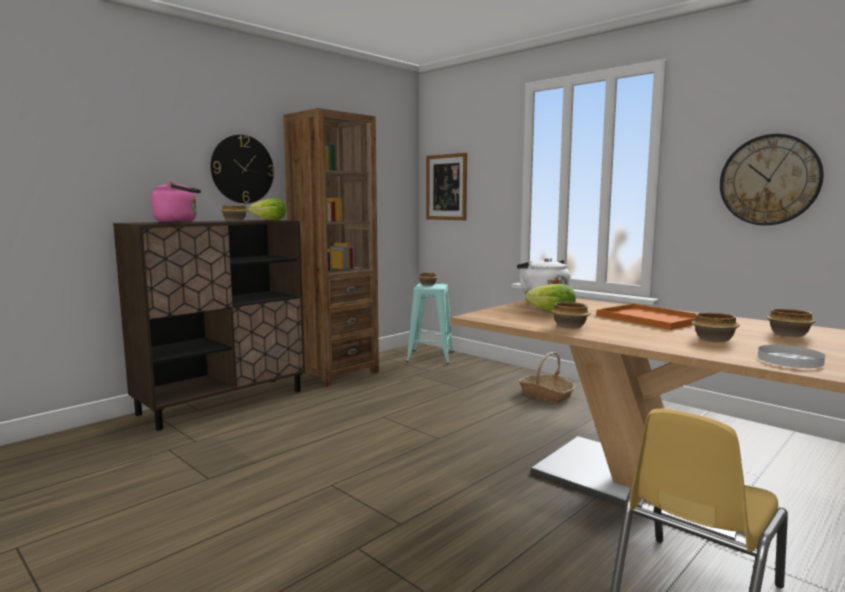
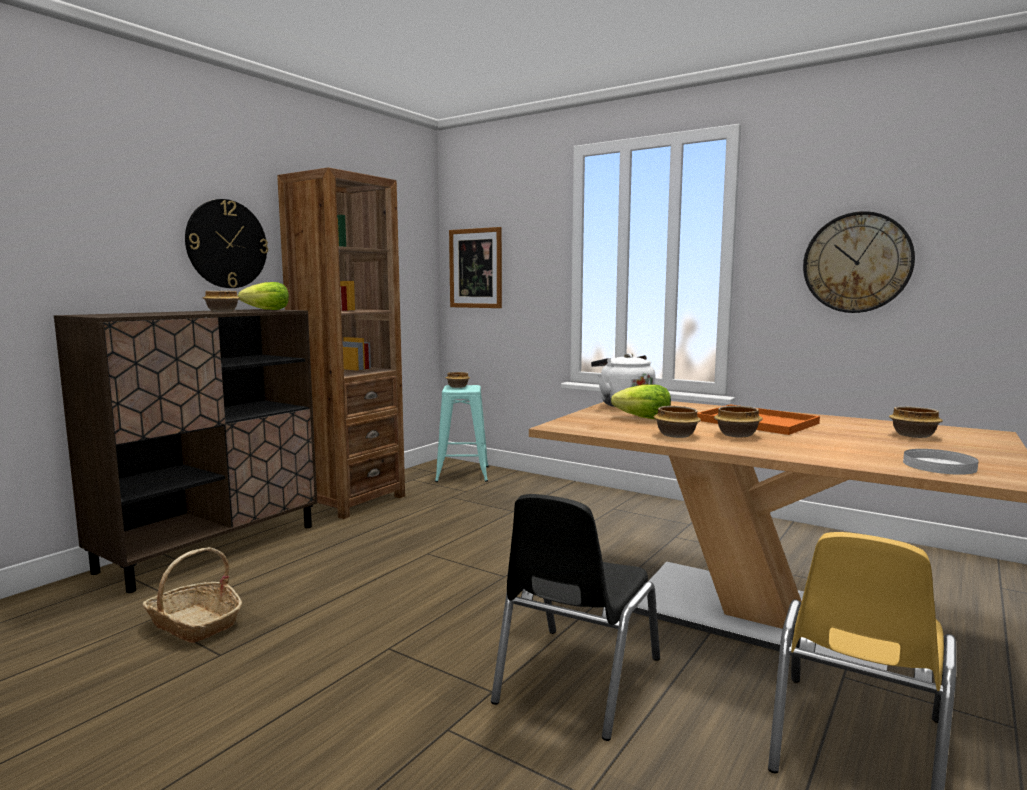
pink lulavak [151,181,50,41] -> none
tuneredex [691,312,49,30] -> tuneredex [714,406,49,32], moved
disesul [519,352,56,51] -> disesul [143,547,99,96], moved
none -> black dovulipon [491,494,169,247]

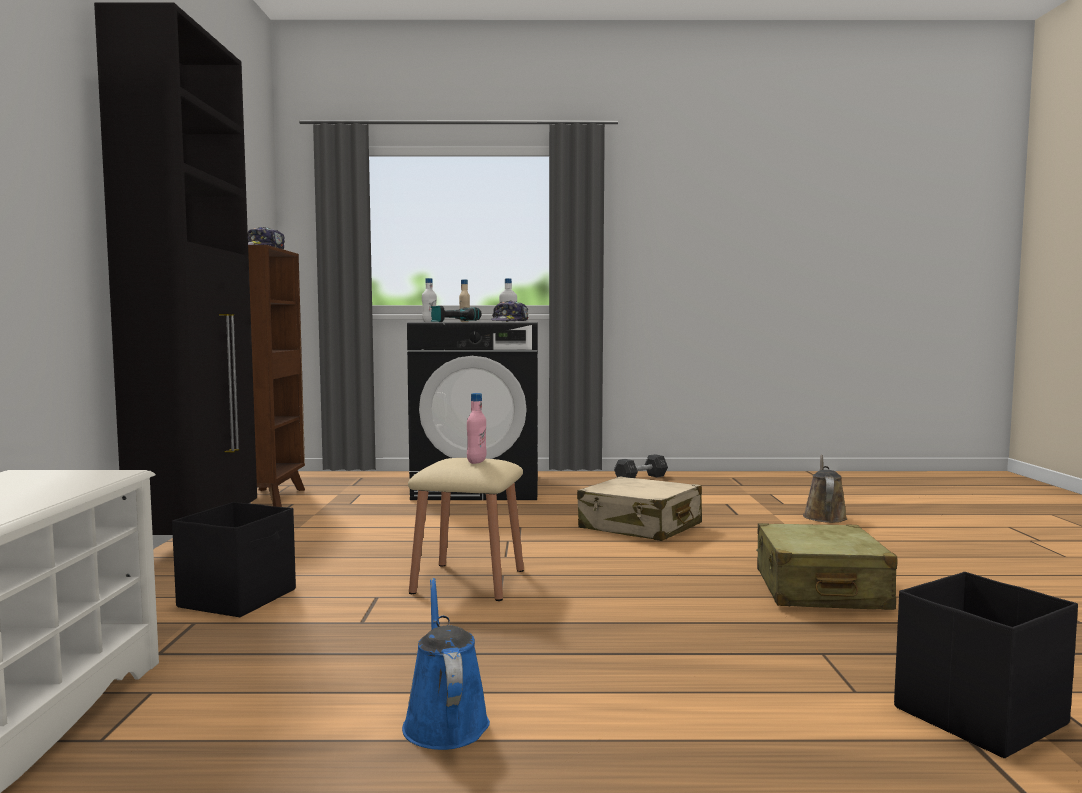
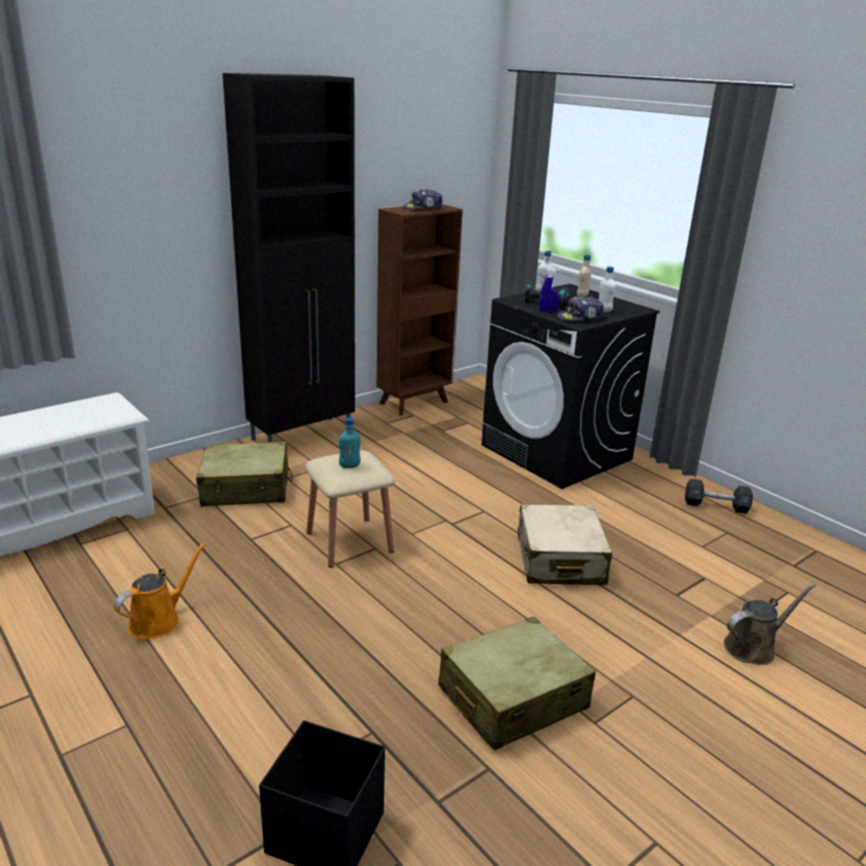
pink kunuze [467,393,20,71] -> turquoise kunuze [339,417,22,51]
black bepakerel [172,502,124,115] -> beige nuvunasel [196,441,97,65]
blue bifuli [402,578,88,172] -> orange bifuli [114,542,92,97]
none -> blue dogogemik [539,268,21,45]

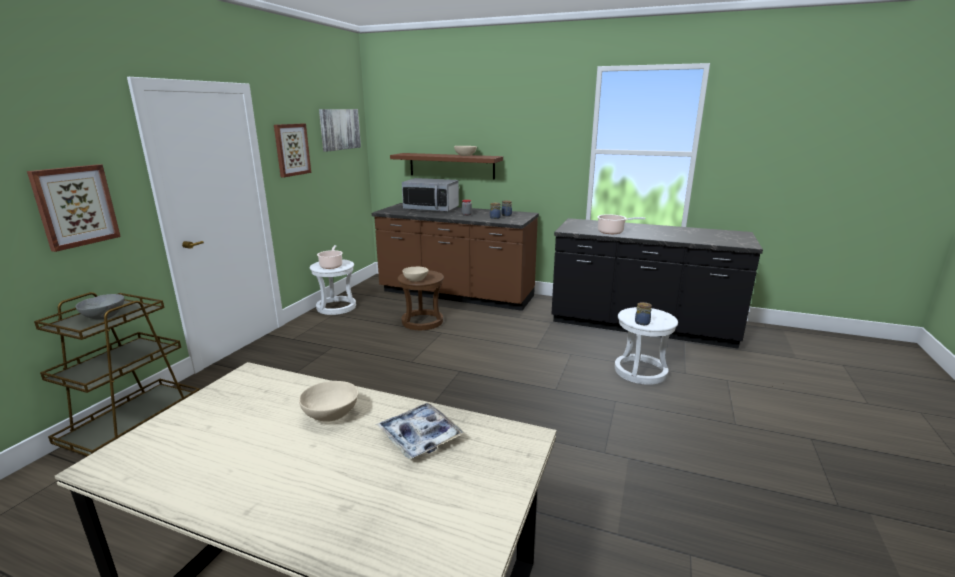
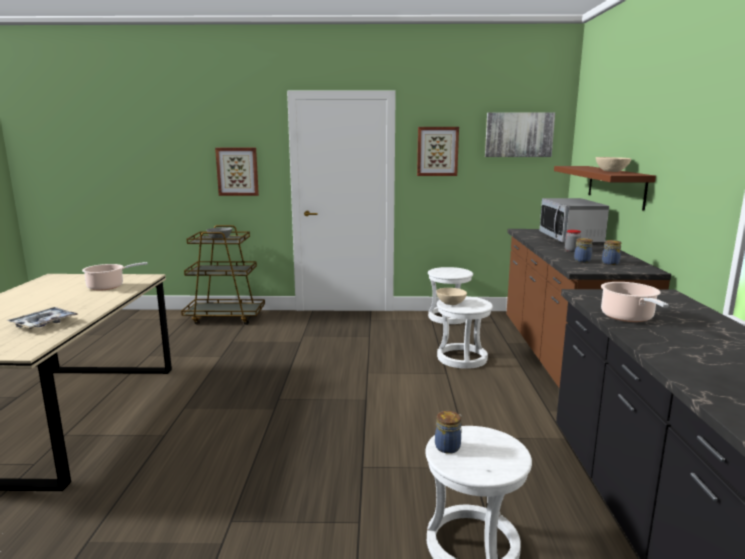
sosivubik [317,245,26,24] -> sosivubik [82,262,66,29], moved
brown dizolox [397,270,47,60] -> white dizolox [437,296,56,73]
beige tuneredex [299,381,60,41] -> none

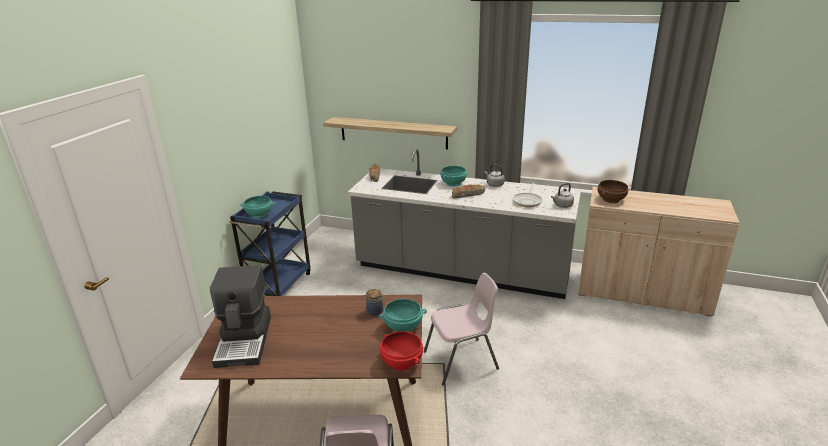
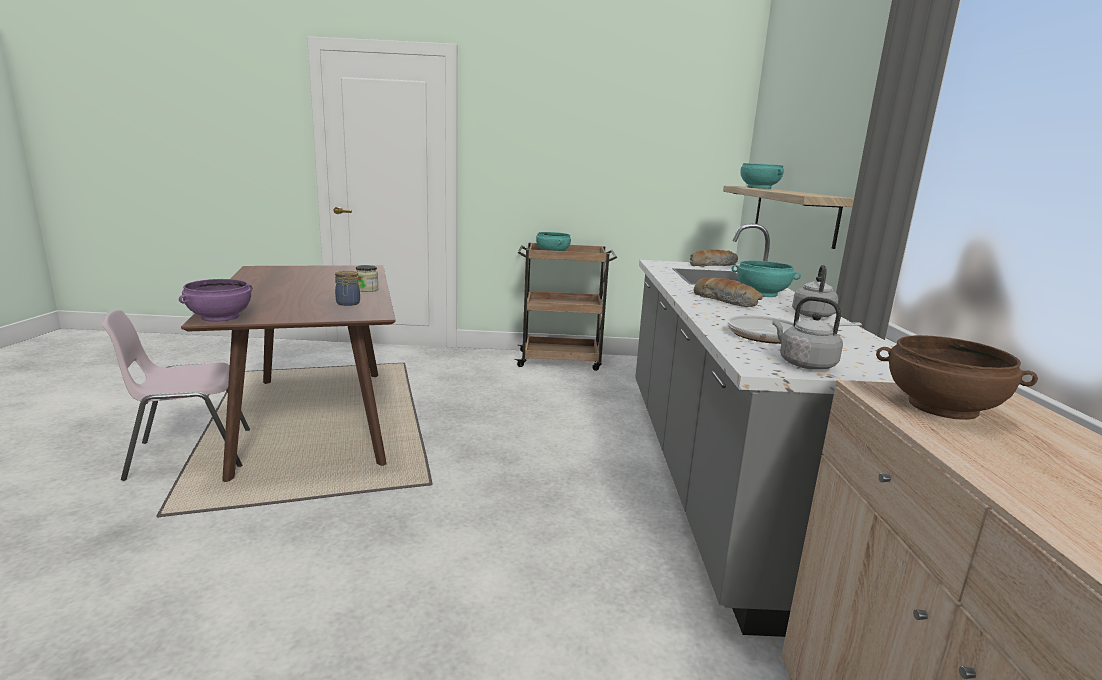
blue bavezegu [229,191,82,105] -> brown bavezegu [514,243,103,128]
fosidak [210,265,61,103] -> none
pink dovulipon [424,273,75,112] -> none
turquoise tuneredex [379,299,48,33] -> turquoise tuneredex [740,163,44,26], moved
red tuneredex [380,331,43,40] -> purple tuneredex [179,279,74,43]
none -> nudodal [356,265,23,27]

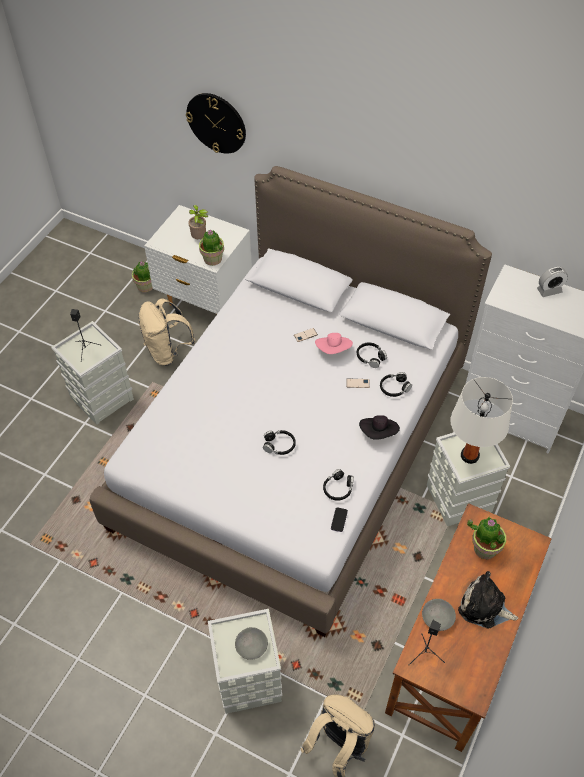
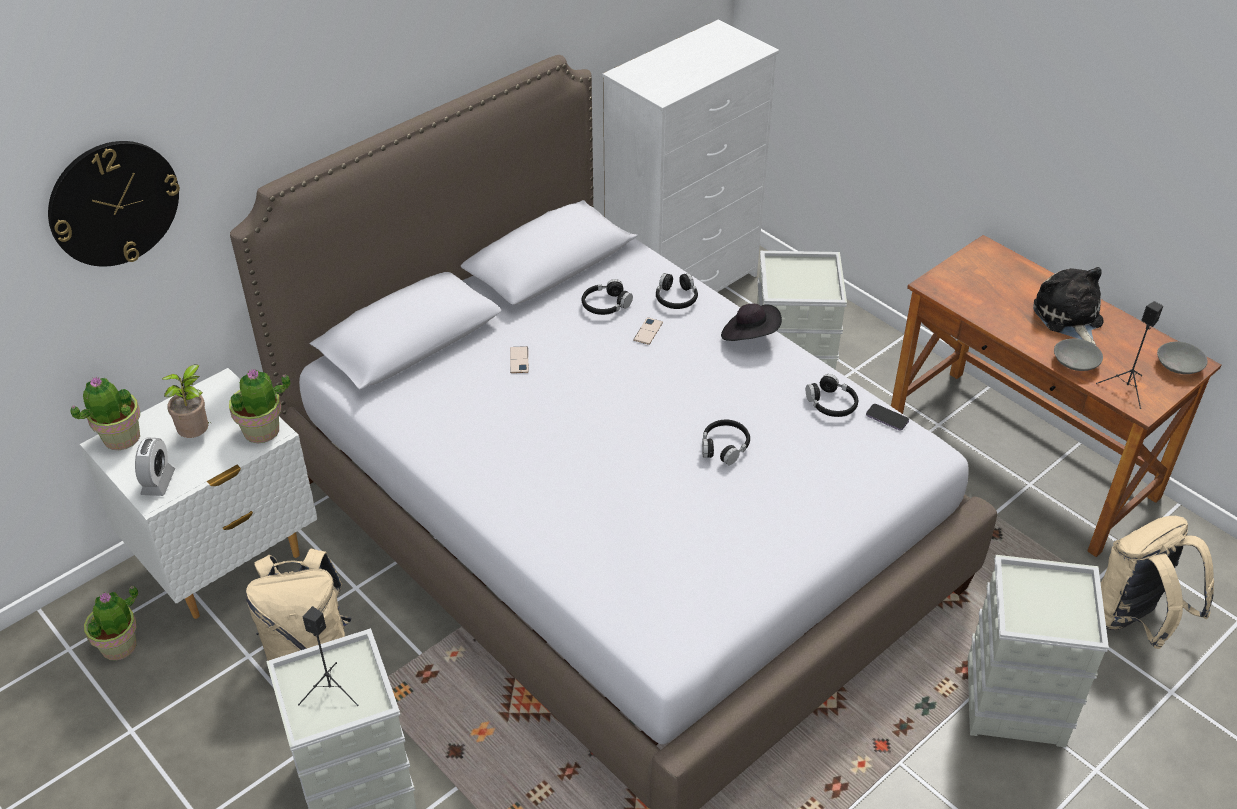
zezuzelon [537,267,31,30] -> zezuzelon [135,437,40,59], moved
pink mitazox [315,333,38,21] -> none
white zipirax [450,377,63,87] -> none
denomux [467,517,39,42] -> denomux [70,377,70,73], moved
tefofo [458,571,60,57] -> tefofo [1033,267,71,78], 120 degrees clockwise
grey tuneredex [235,627,33,33] -> grey tuneredex [1157,342,50,32], moved

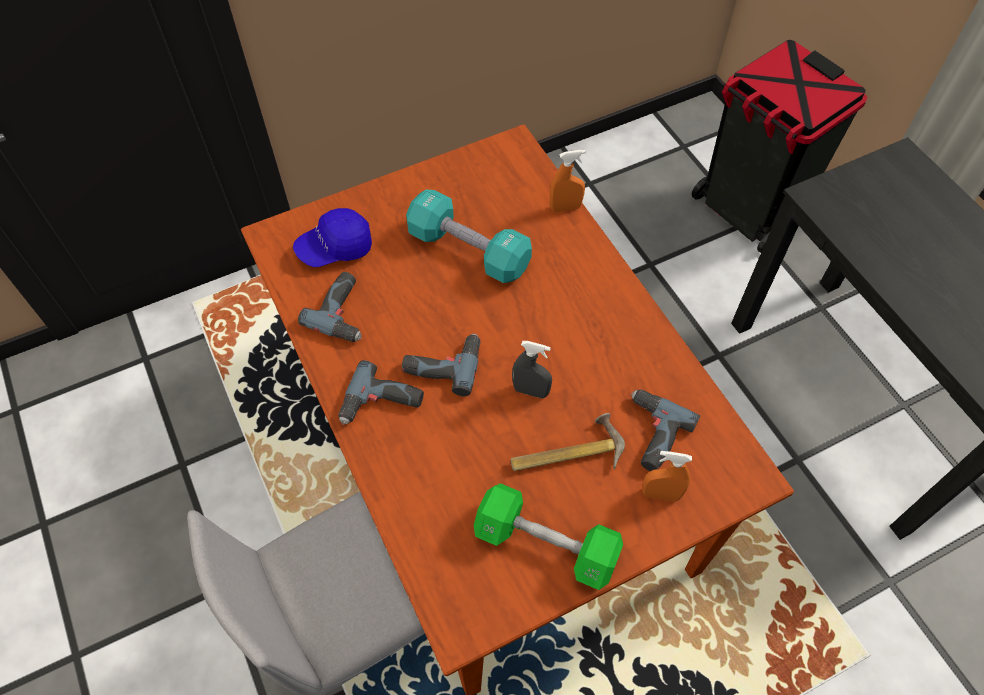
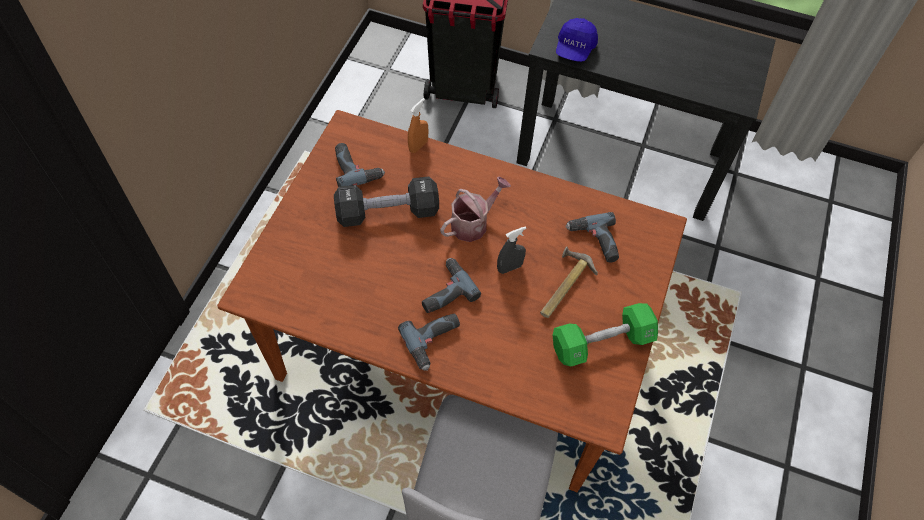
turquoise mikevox [406,190,126,93] -> black mikevox [334,176,105,51]
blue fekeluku [293,208,79,59] -> blue fekeluku [556,18,42,44], moved
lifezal [298,272,64,70] -> lifezal [335,143,50,44], moved
orange dogogemik [642,451,50,51] -> none
none -> bifuli [440,177,71,65]

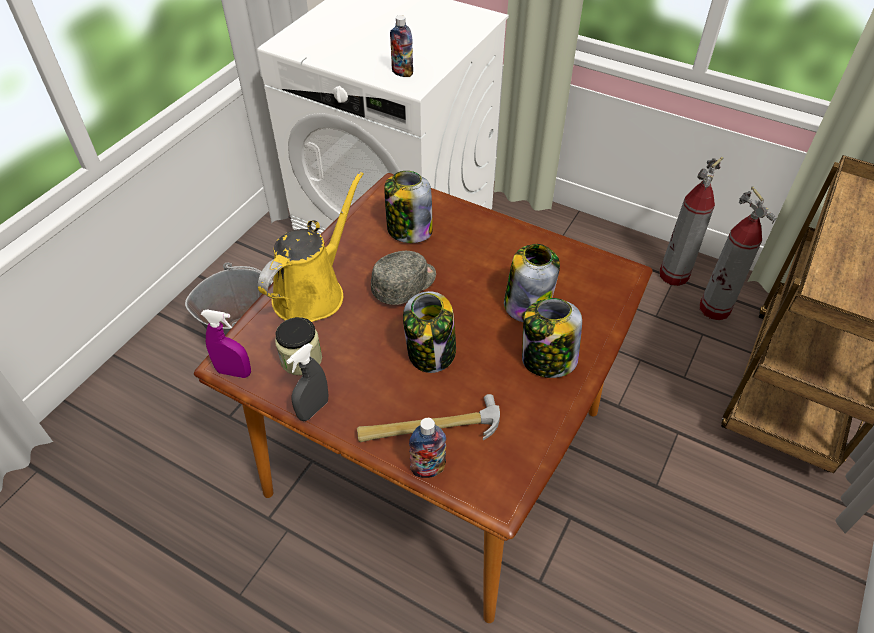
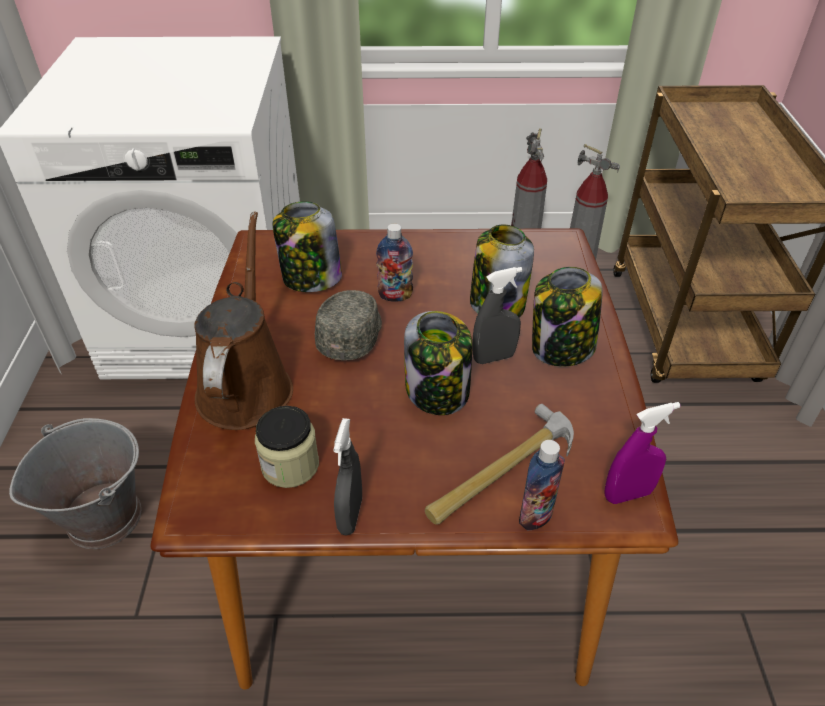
kunuze [390,15,23,62] -> kunuze [376,223,37,79], moved
yellow bifuli [258,172,105,150] -> brown bifuli [194,212,99,218]
purple dogogemik [201,310,50,68] -> purple dogogemik [605,402,75,102], moved
none -> grey dogogemik [472,267,50,97]

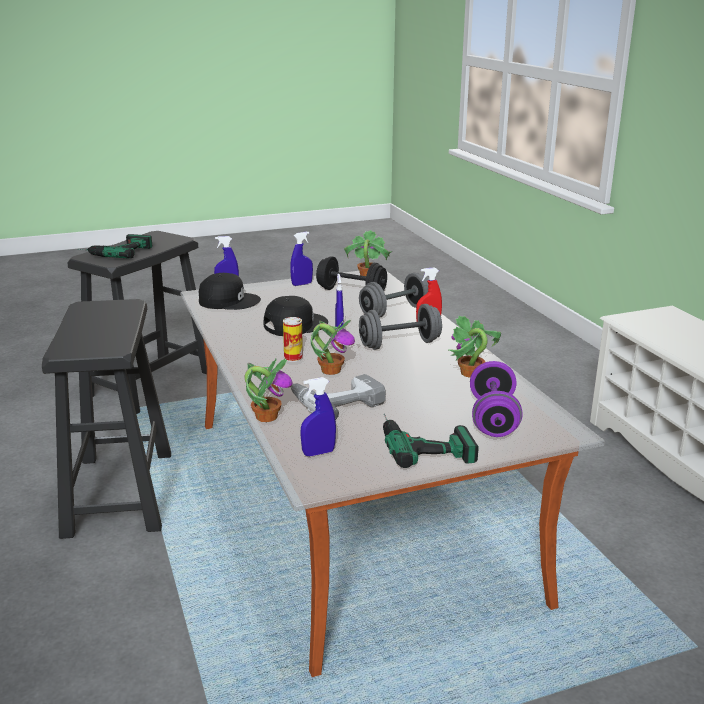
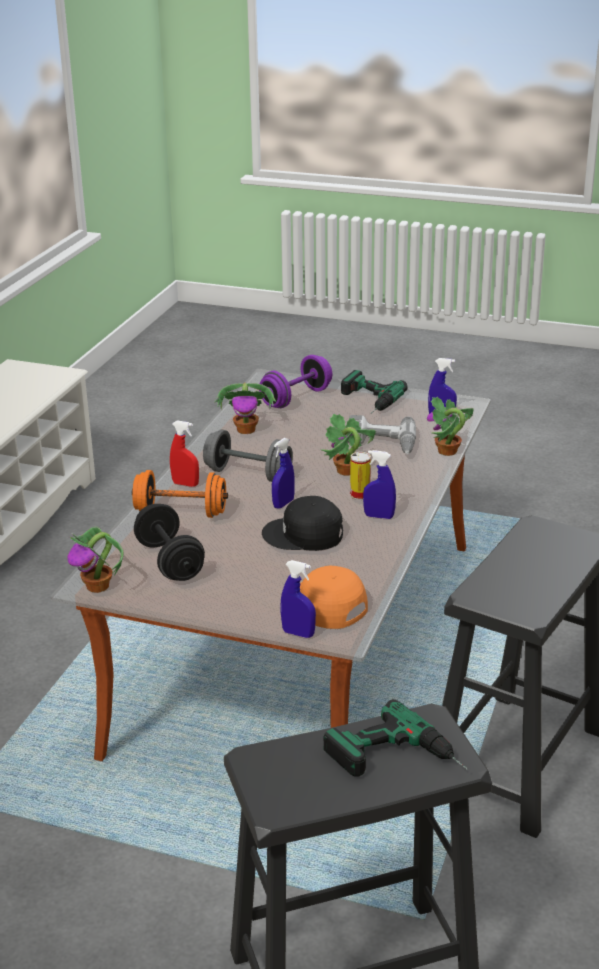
blue dogogemik [290,232,23,54] -> blue dogogemik [363,450,33,69], moved
black fekeluku [199,273,62,37] -> orange fekeluku [300,566,68,63]
grey mikevox [359,273,70,45] -> orange mikevox [132,470,96,48]

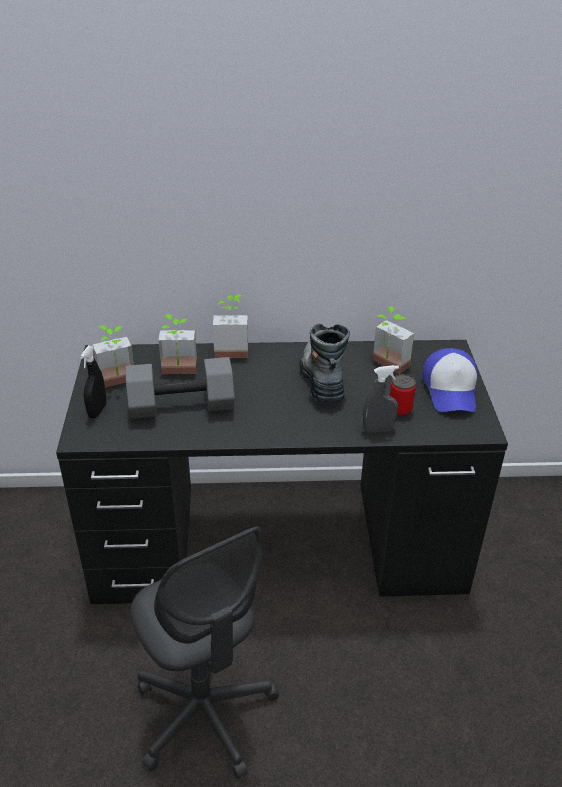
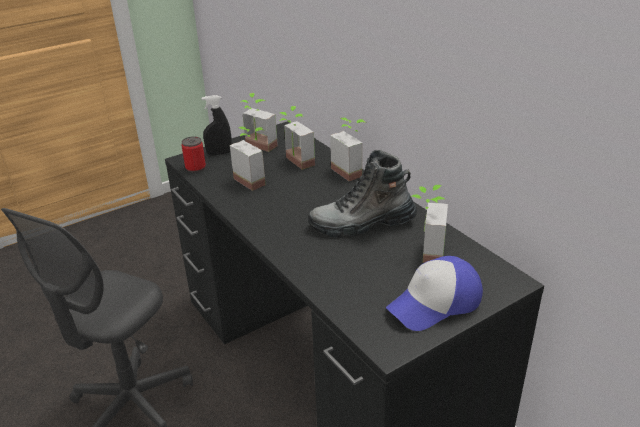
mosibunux [299,323,51,79] -> mosibunux [308,150,109,88], 150 degrees counterclockwise
grey mikevox [125,357,110,62] -> denomux [230,127,35,64]
grey dogogemik [363,365,36,68] -> none
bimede [390,374,26,42] -> bimede [181,136,25,37], moved

